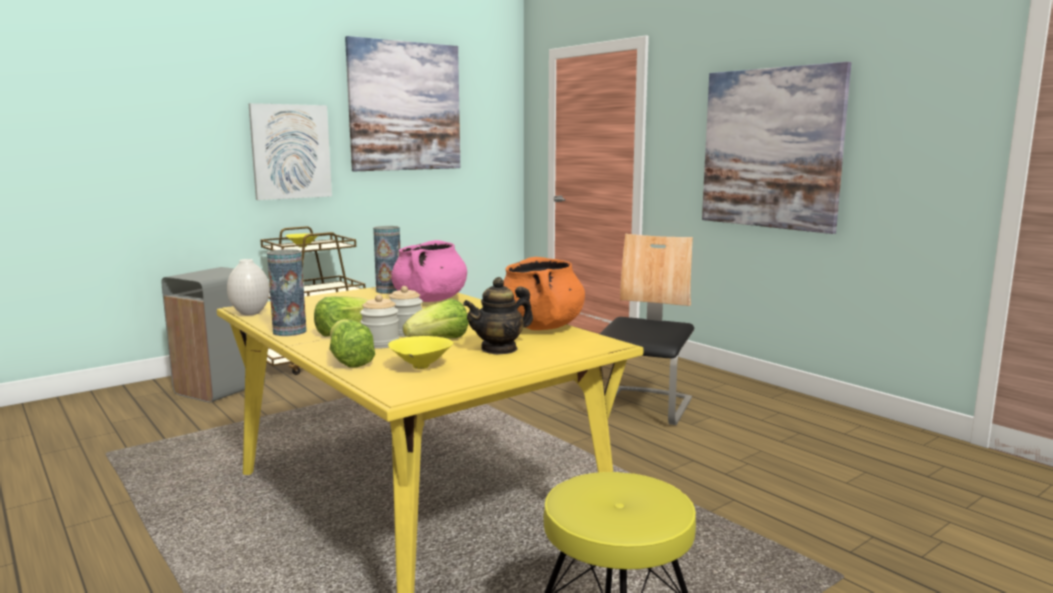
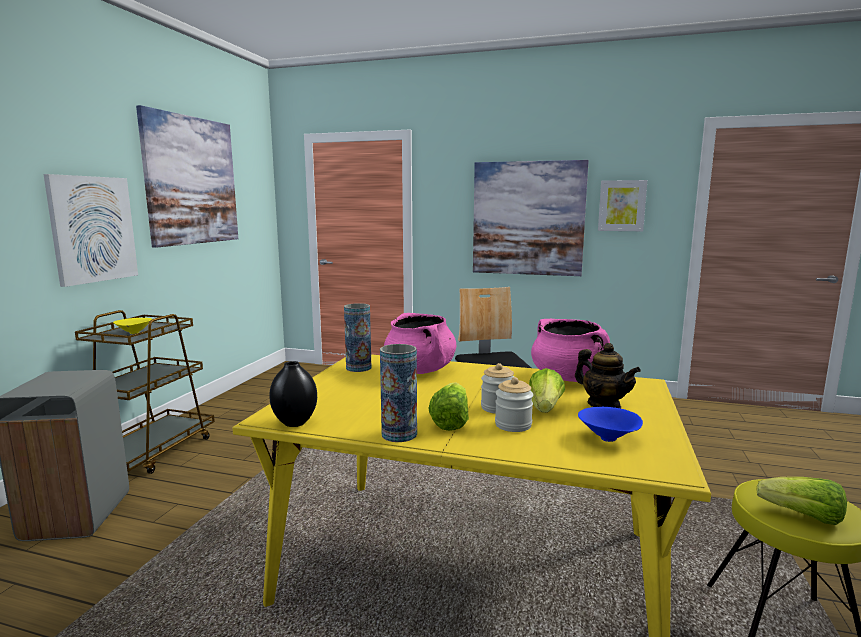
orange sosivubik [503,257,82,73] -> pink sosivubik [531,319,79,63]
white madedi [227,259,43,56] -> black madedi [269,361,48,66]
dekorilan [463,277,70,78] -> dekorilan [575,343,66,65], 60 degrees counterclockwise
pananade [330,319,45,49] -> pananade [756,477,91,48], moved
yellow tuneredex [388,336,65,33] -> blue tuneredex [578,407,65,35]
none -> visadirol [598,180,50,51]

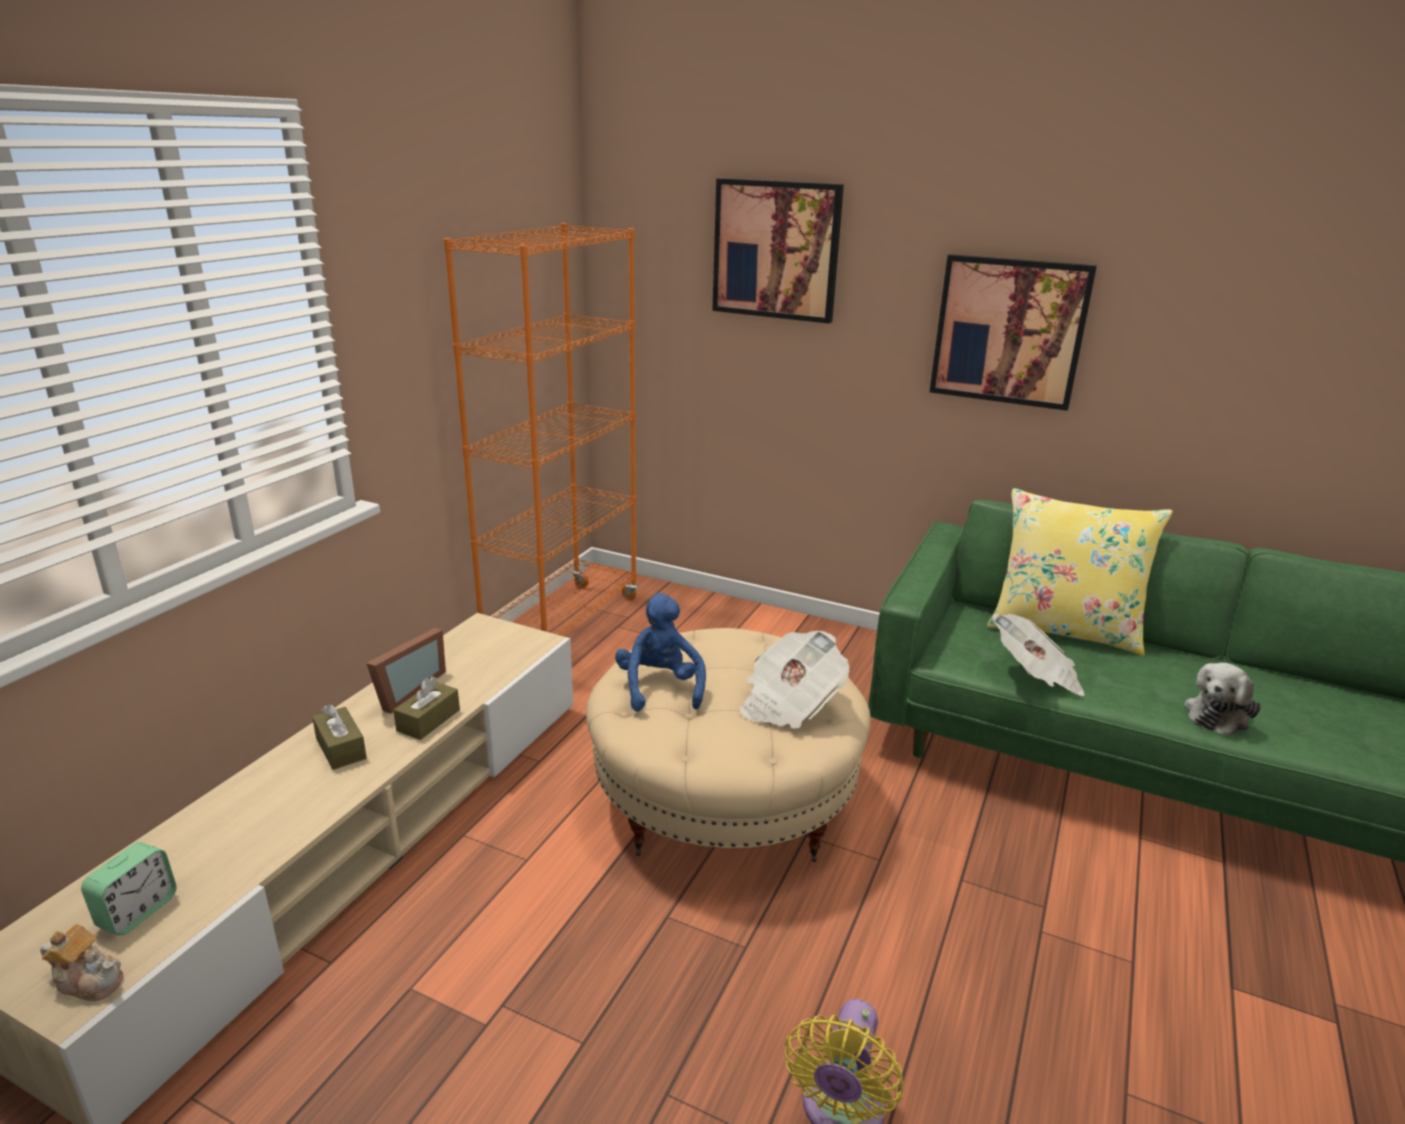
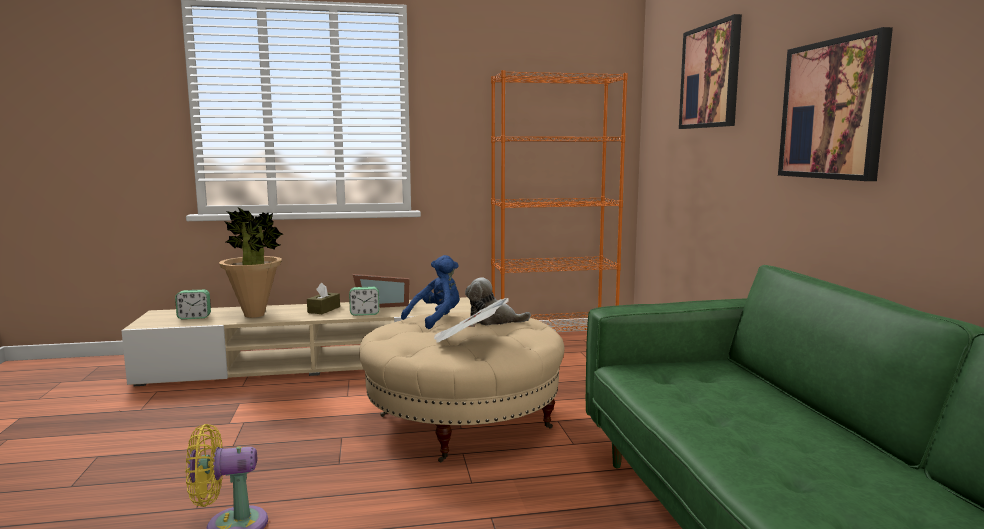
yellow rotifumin [987,488,186,167] -> none
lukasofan [992,614,93,82] -> none
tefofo [1184,663,77,73] -> tefofo [465,277,66,48], moved
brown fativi [393,676,67,64] -> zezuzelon [349,287,30,29]
dekorilan [40,924,83,77] -> none
none -> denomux [219,207,64,111]

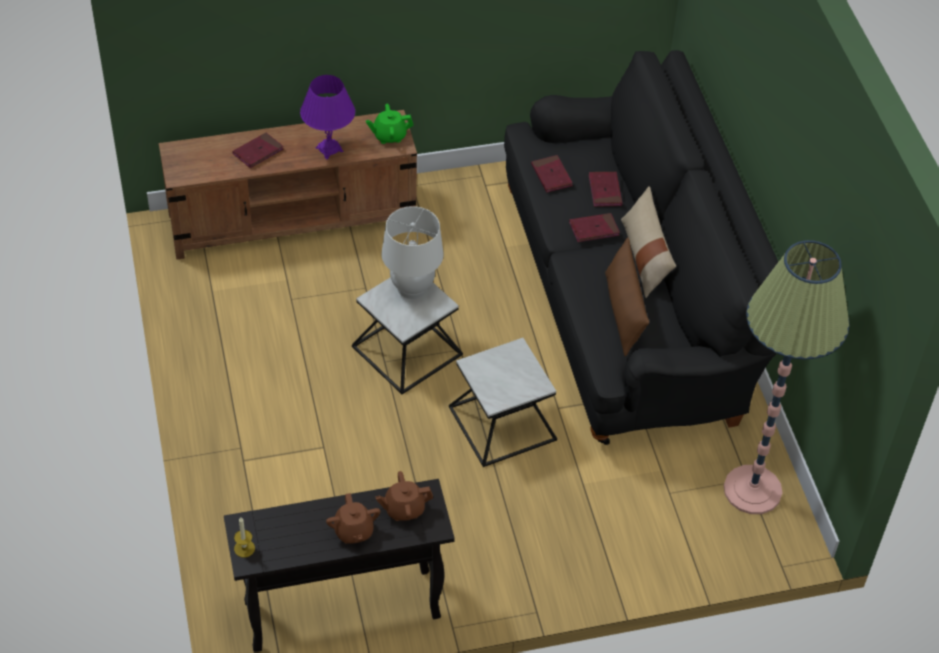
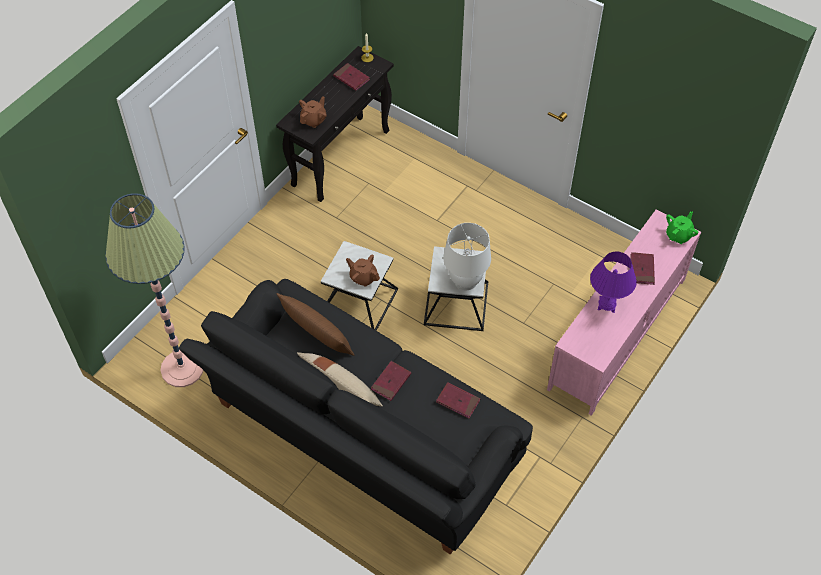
green dekorilan [366,104,47,40] -> green dekorilan [666,211,32,33], moved
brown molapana [159,110,258,149] -> pink molapana [547,209,154,207]
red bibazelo [589,172,33,35] -> red bibazelo [333,63,37,28], moved
brown dekorilan [326,493,55,51] -> brown dekorilan [346,254,34,33], moved

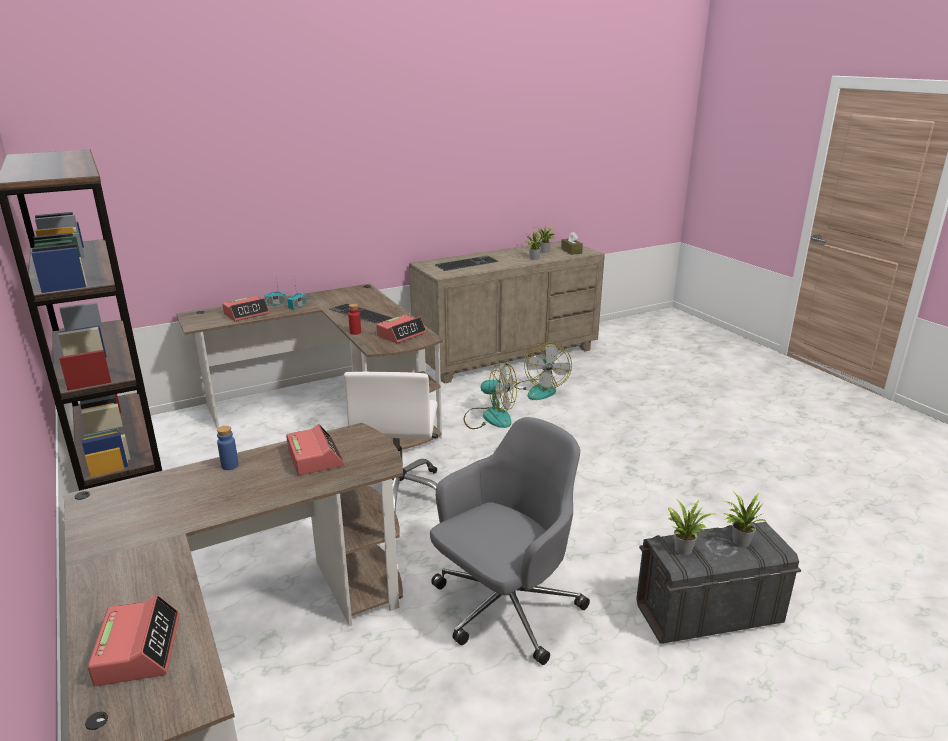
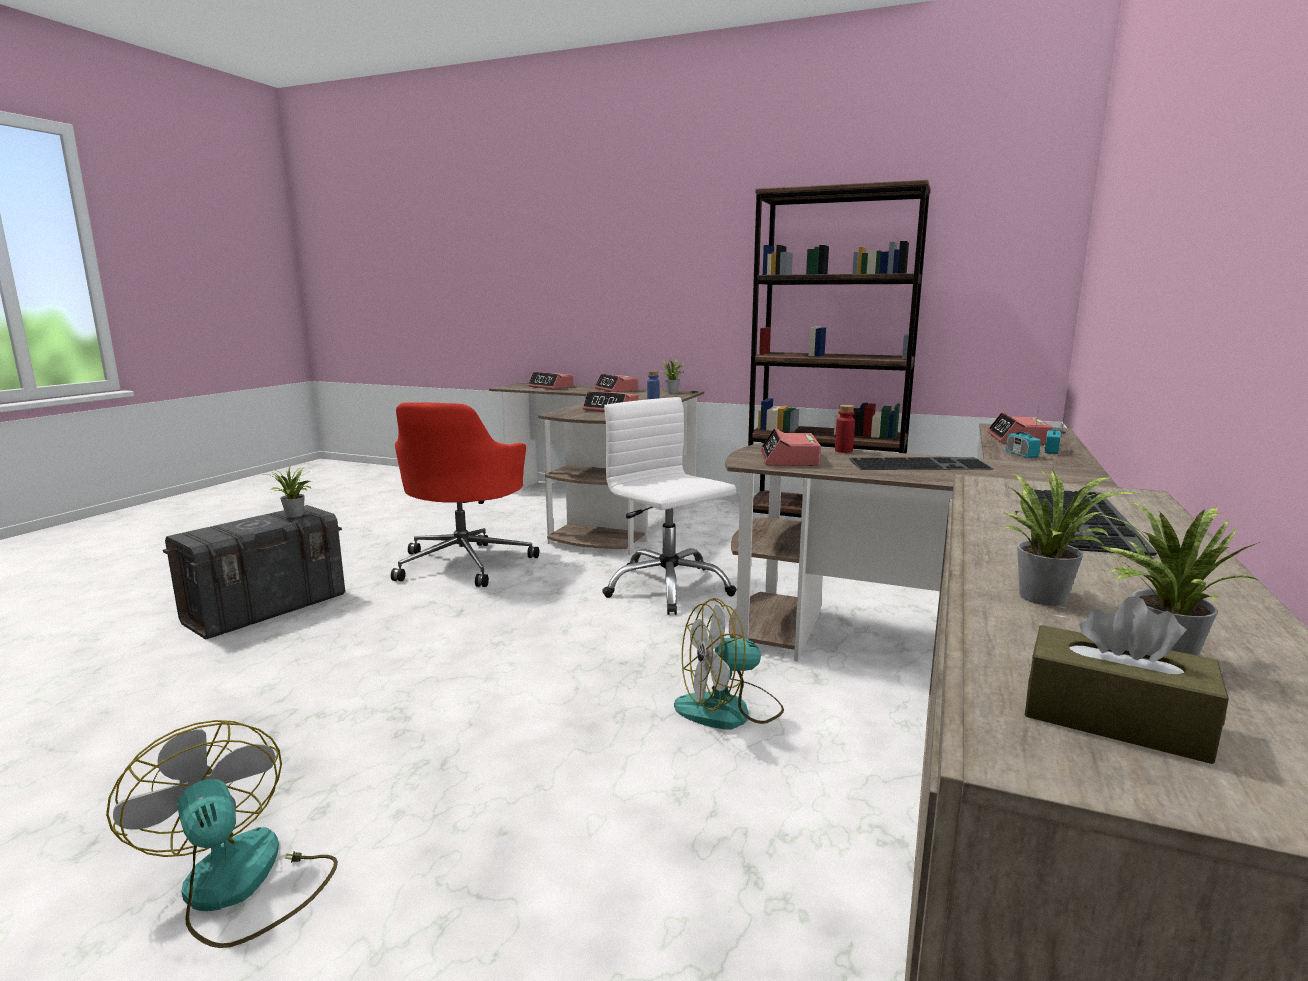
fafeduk [514,343,58,57] -> fafeduk [106,720,232,228], moved
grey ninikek [430,417,160,248] -> red ninikek [391,402,148,185]
denomux [724,491,43,56] -> denomux [660,358,24,35], moved
none -> zezuzelon [595,373,44,19]

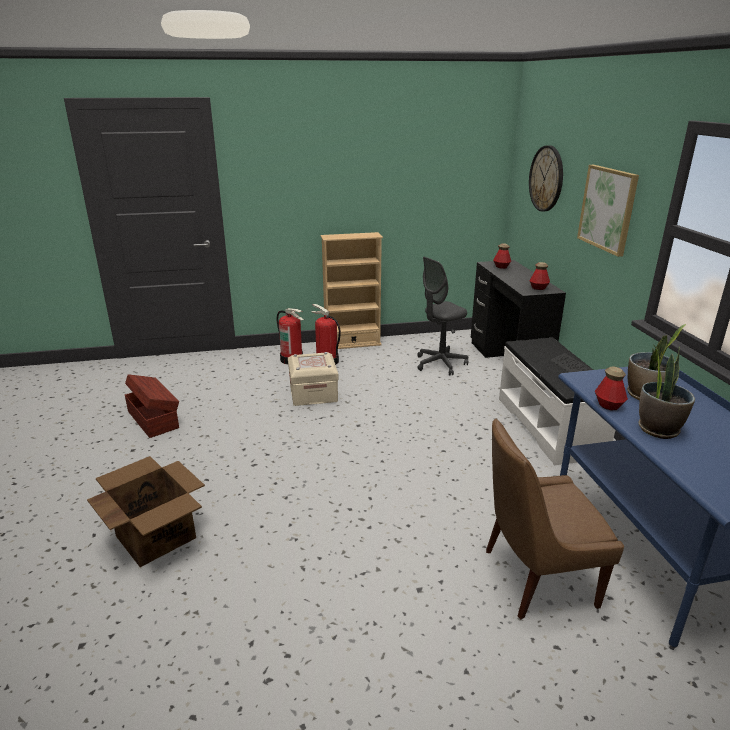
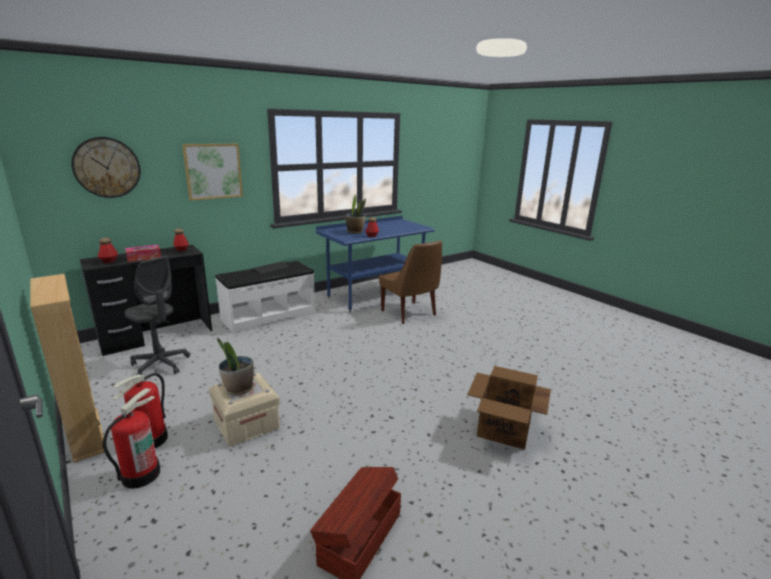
denomux [638,346,57,93] -> denomux [217,337,37,58], moved
none -> fativi [125,245,36,17]

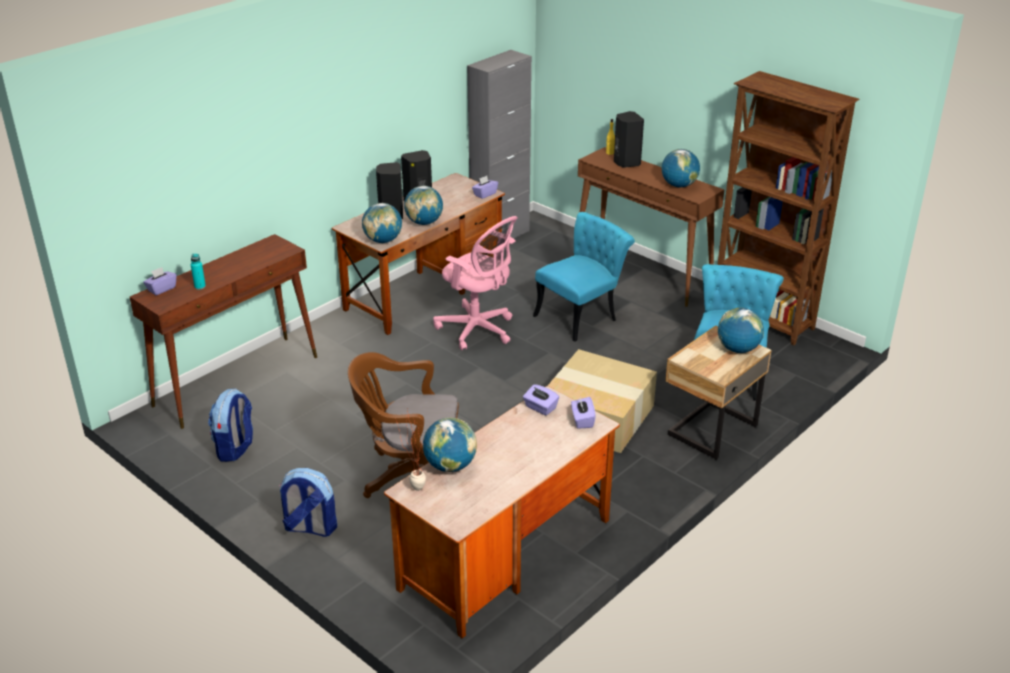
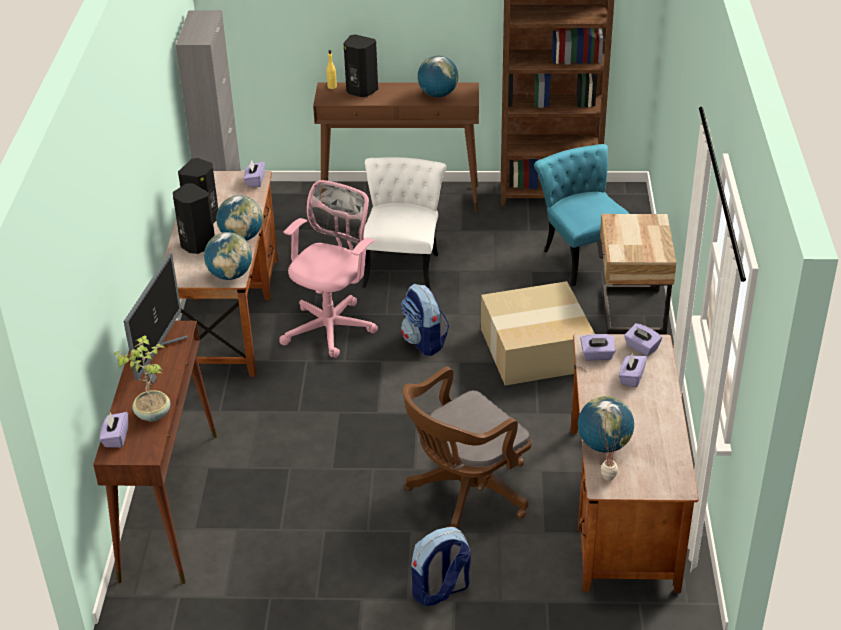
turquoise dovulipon [533,212,102,130] -> white dovulipon [362,157,85,134]
pink ninikek [433,216,85,134] -> pink ninikek [279,180,99,178], 60 degrees counterclockwise
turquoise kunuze [191,254,15,36] -> denomux [114,335,57,87]
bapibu [718,308,46,45] -> none
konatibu [208,389,45,73] -> konatibu [401,284,48,72], moved
none -> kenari [124,253,64,131]
none -> purple fativi [619,353,28,34]

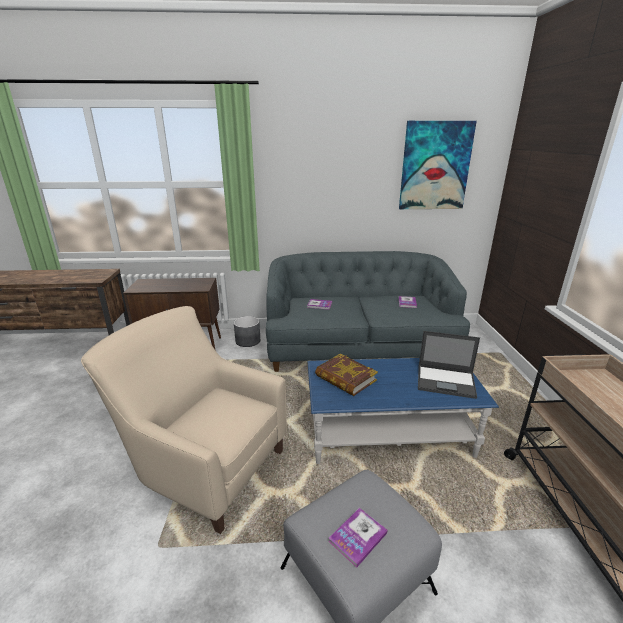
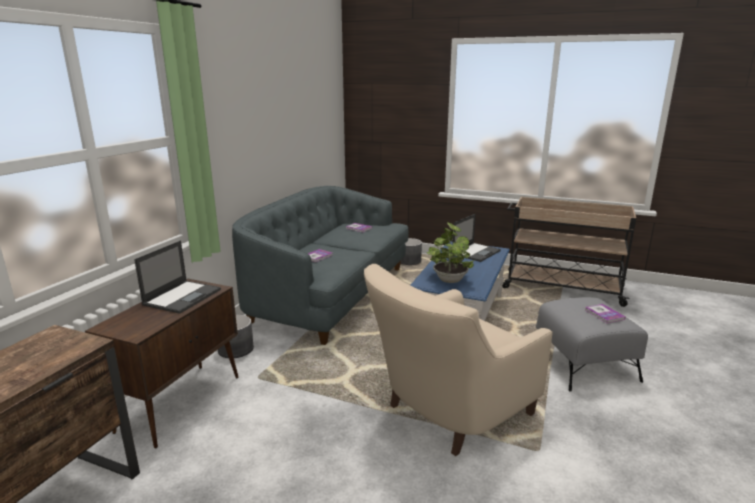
visadirol [399,121,78,88] -> none
bibazelo [315,353,63,43] -> denomux [426,222,49,61]
none -> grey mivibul [400,238,22,27]
none -> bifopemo [134,240,87,74]

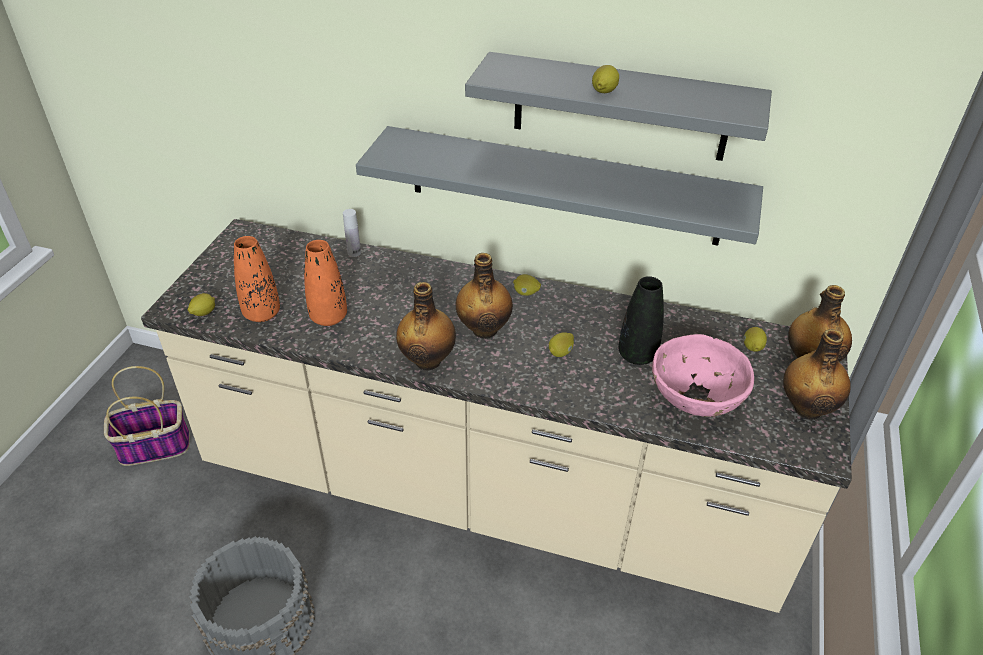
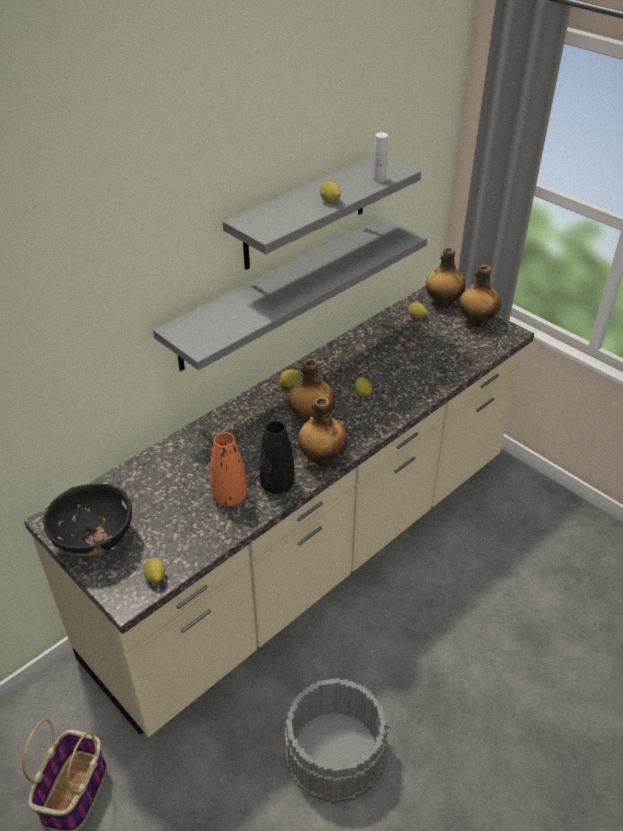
white kunuze [343,209,18,48] -> white kunuze [373,133,15,50], moved
orange madedi [234,236,46,86] -> none
black madedi [619,276,45,89] -> black madedi [259,421,36,73], moved
pink tuneredex [652,334,102,83] -> none
none -> black tuneredex [43,484,89,72]

